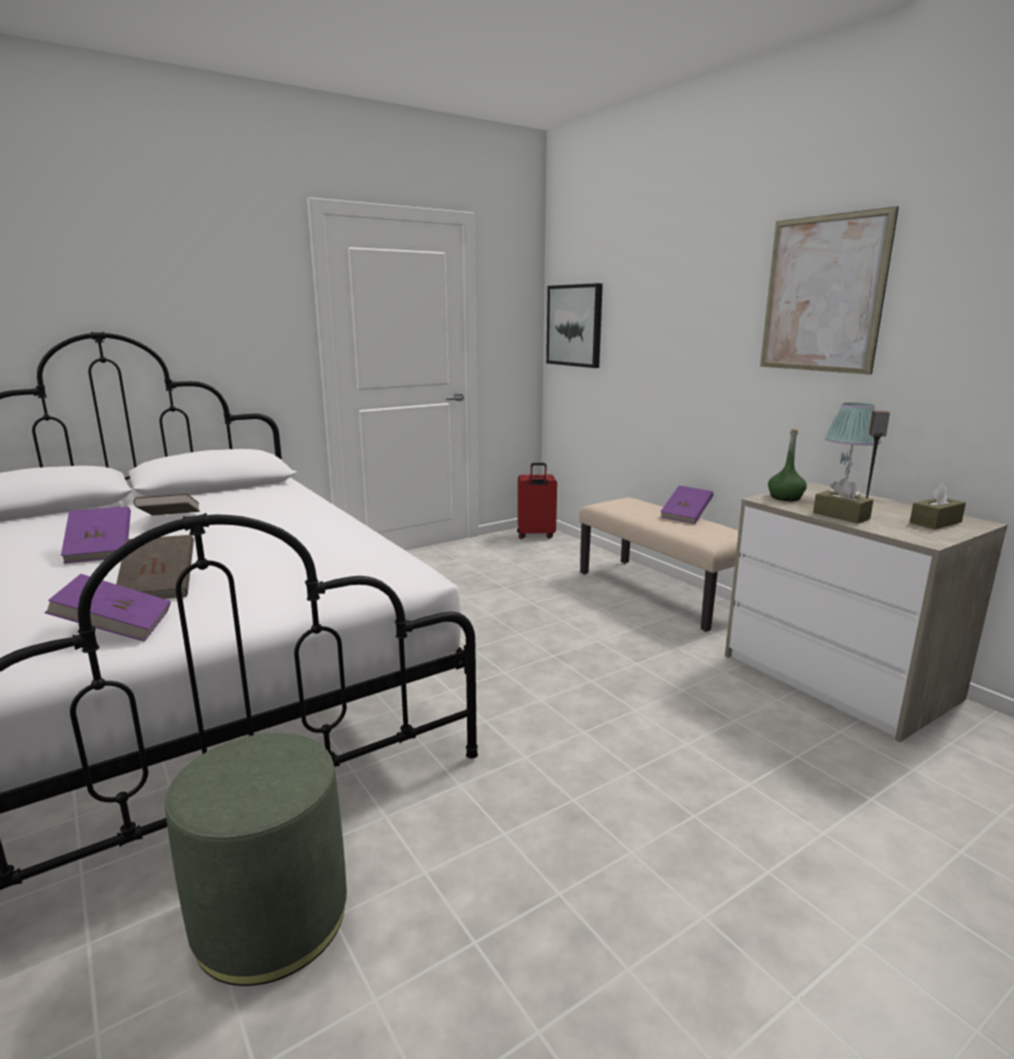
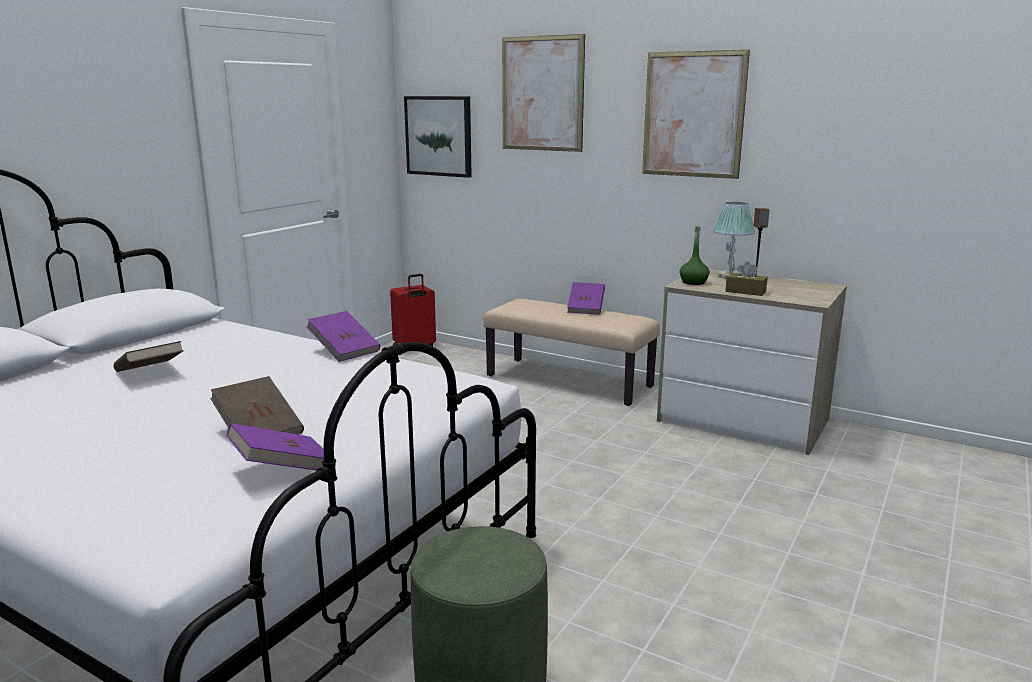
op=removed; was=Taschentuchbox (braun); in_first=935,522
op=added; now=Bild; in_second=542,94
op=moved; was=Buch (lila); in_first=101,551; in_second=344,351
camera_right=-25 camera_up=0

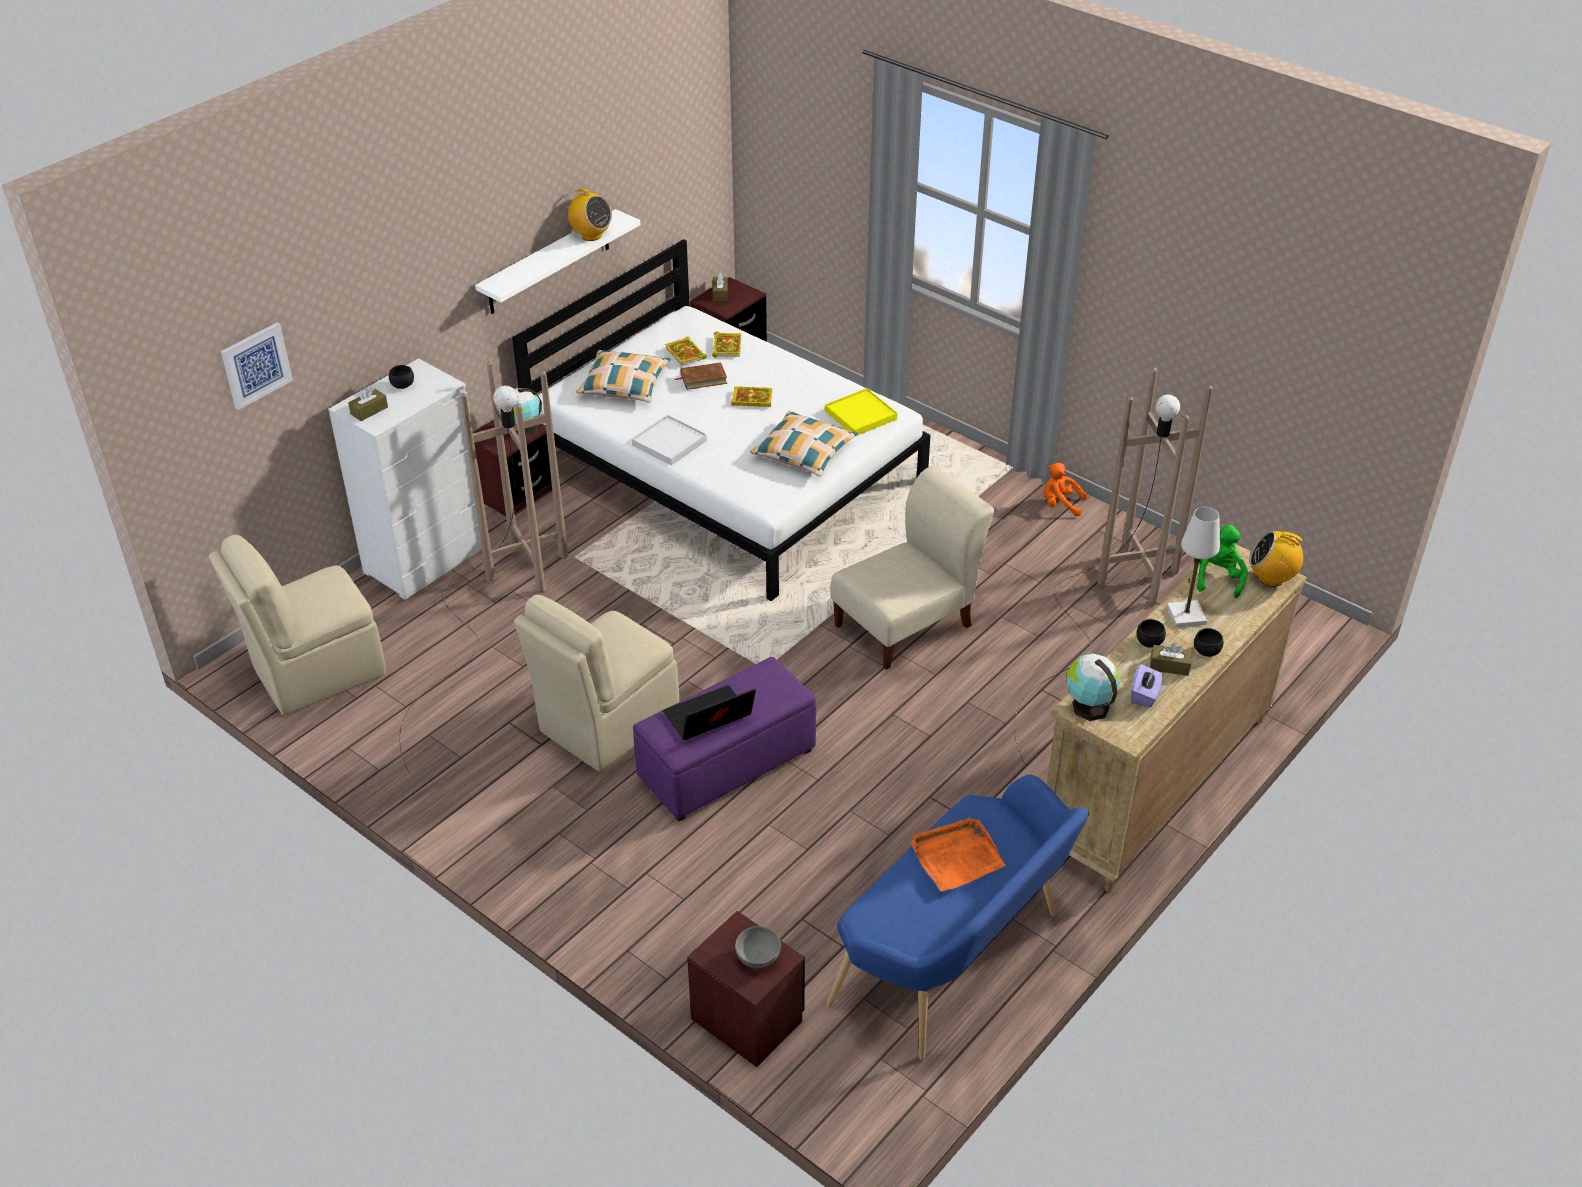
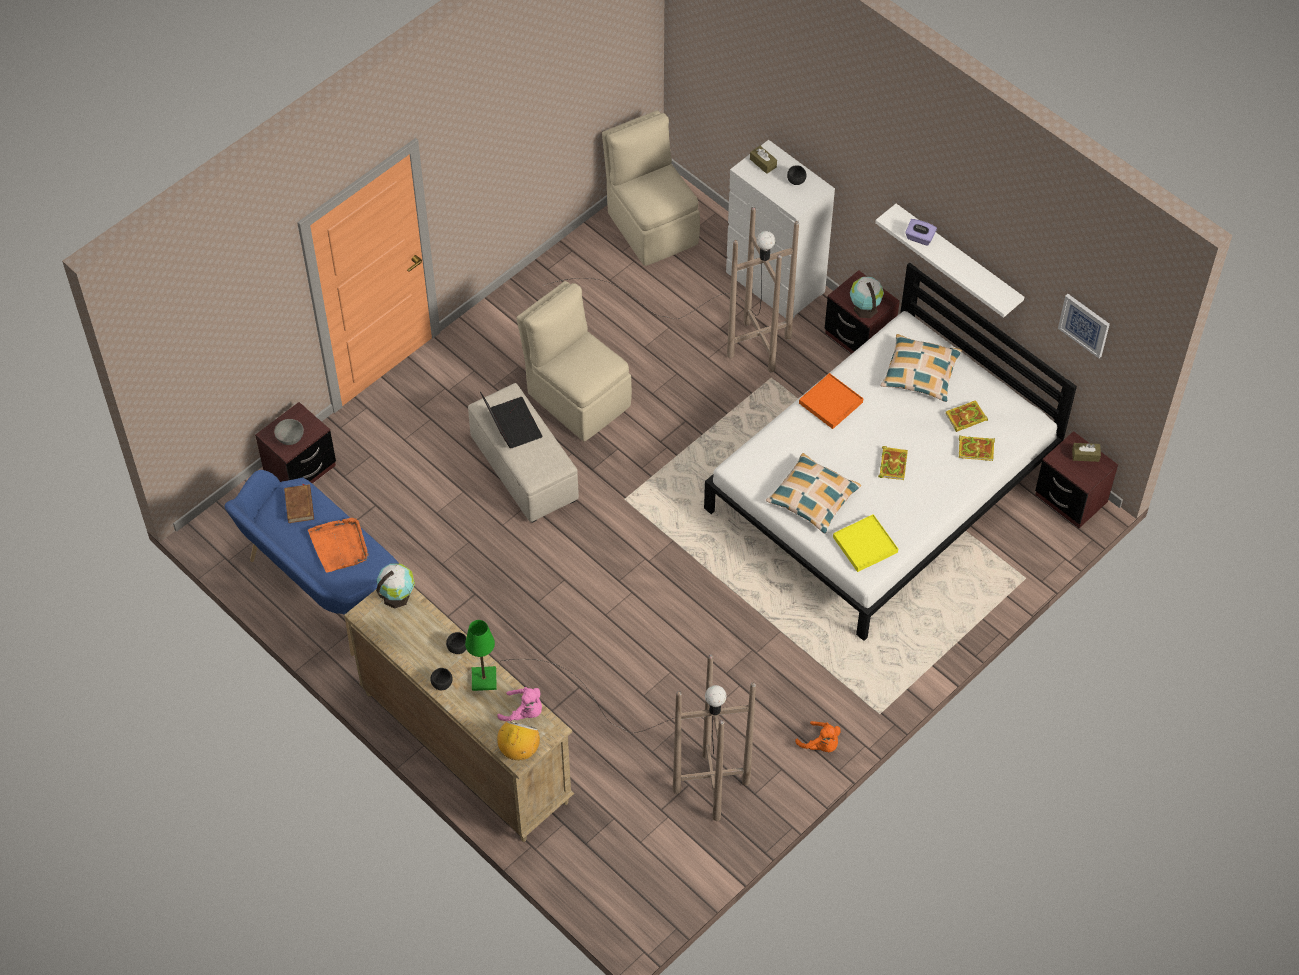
op=removed; was=Radio; in_first=591,235
op=removed; was=Stuhl (beige); in_first=907,623
op=removed; was=Taschentuchbox (braun); in_first=1169,666
op=moved; was=Bild; in_first=256,365; in_second=1084,325
op=moved; was=Buch (braun); in_first=703,378; in_second=299,505
op=moved; was=Taschentuchbox (lila); in_first=1144,695; in_second=919,238
op=recoloured; was=Tablett (weiß); now=Tablett (orange); in_first=669,443; in_second=830,403
op=recoloured; was=Polsterhocker (lila); now=Polsterhocker (beige); in_first=726,766; in_second=523,469
op=recoloured; was=Tischlampe (weiß); now=Tischlampe (grün); in_first=1186,615; in_second=484,679
op=recoloured; was=Plüschtier (grün); now=Plüschtier (rosa); in_first=1218,578; in_second=524,712
op=turned; was=Plüschtier (orange); in_first=1060,504; in_second=821,744; clockwise=105
camera_right=95 camera_up=15

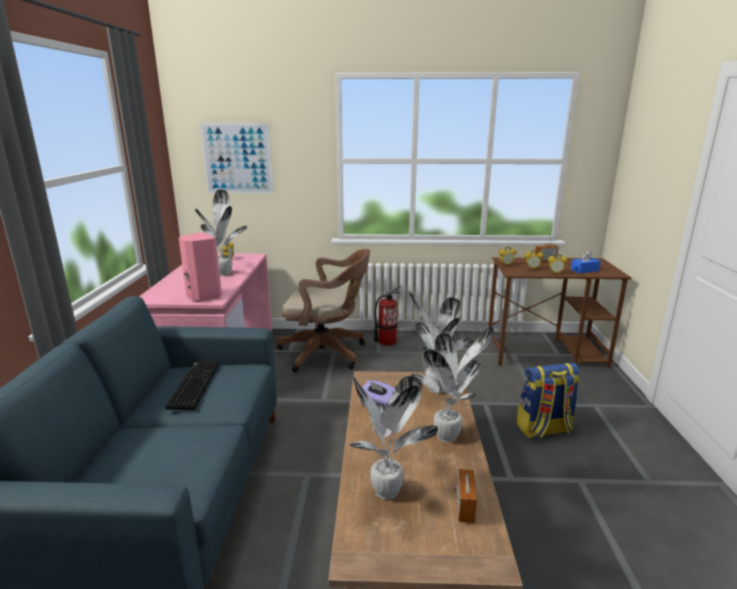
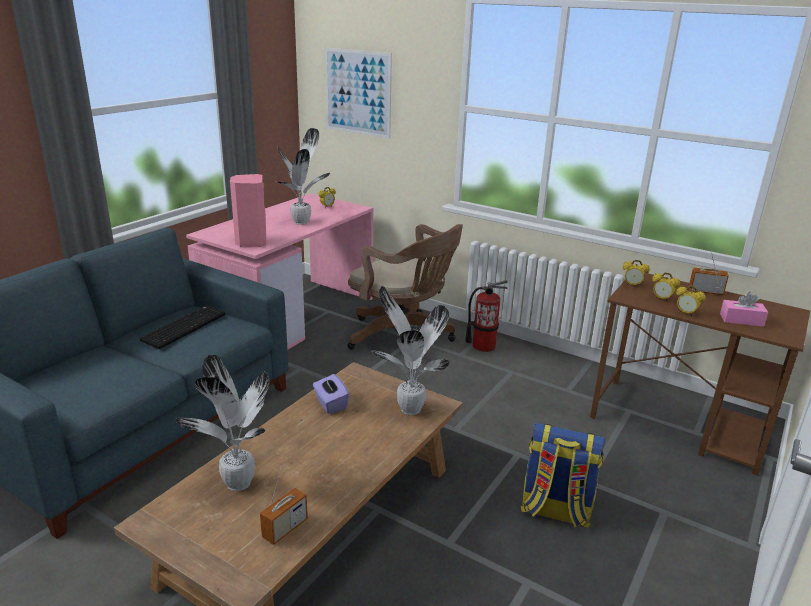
op=removed; was=Topfpflanze; in_first=449,437
op=recoloured; was=Taschentuchbox (blau); now=Taschentuchbox (rosa); in_first=584,270; in_second=741,320
camera_right=30 camera_up=5

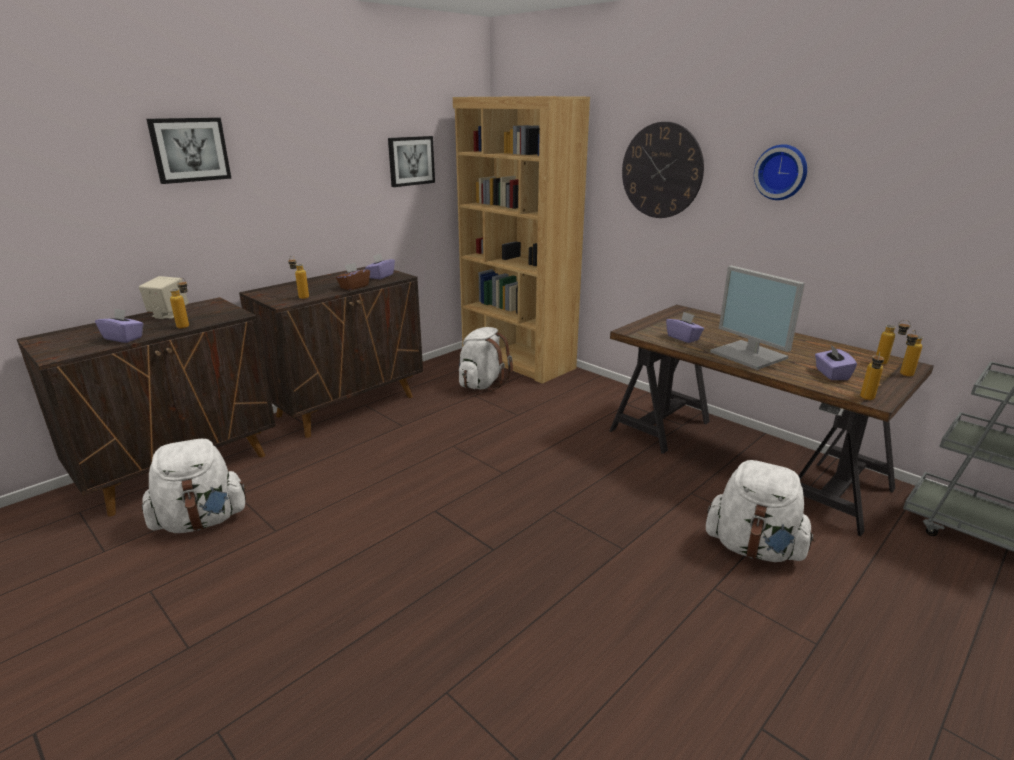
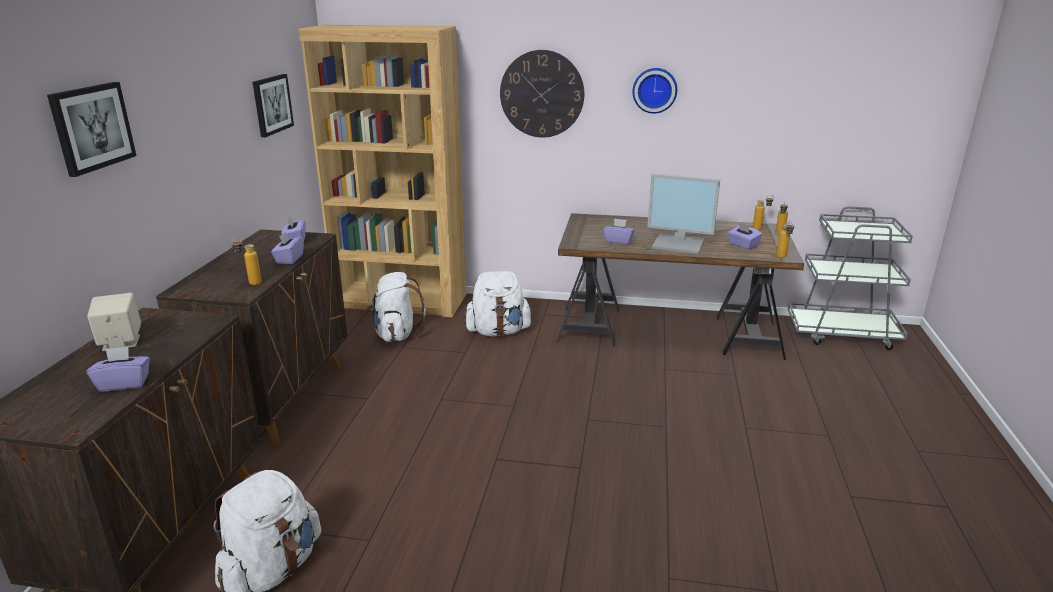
op=removed; was=Flasche; in_first=186,325
op=moved; was=Rucksack (weiß); in_first=753,548; in_second=498,331
op=recoloured; was=Taschentuchbox (braun); now=Taschentuchbox (lila); in_first=354,287; in_second=289,259
camera_right=-35 camera_up=0

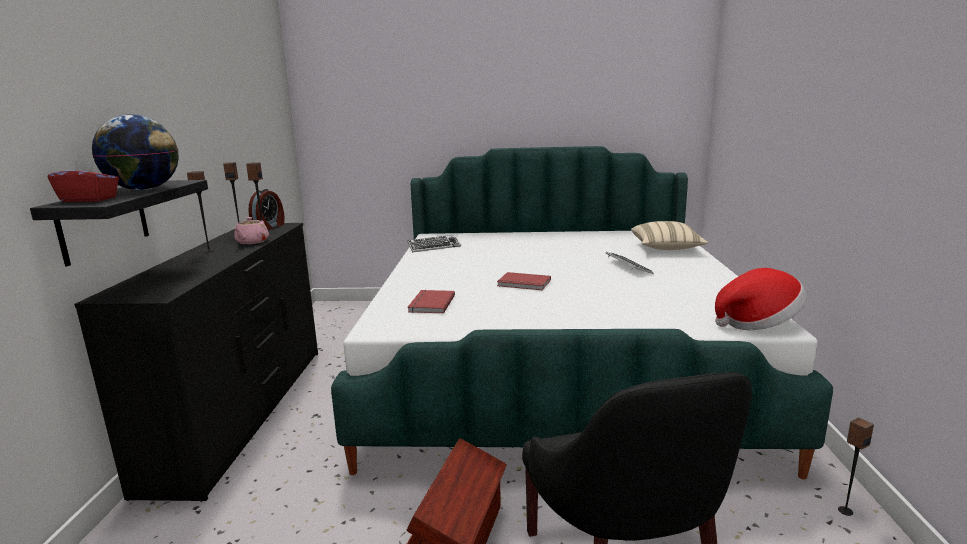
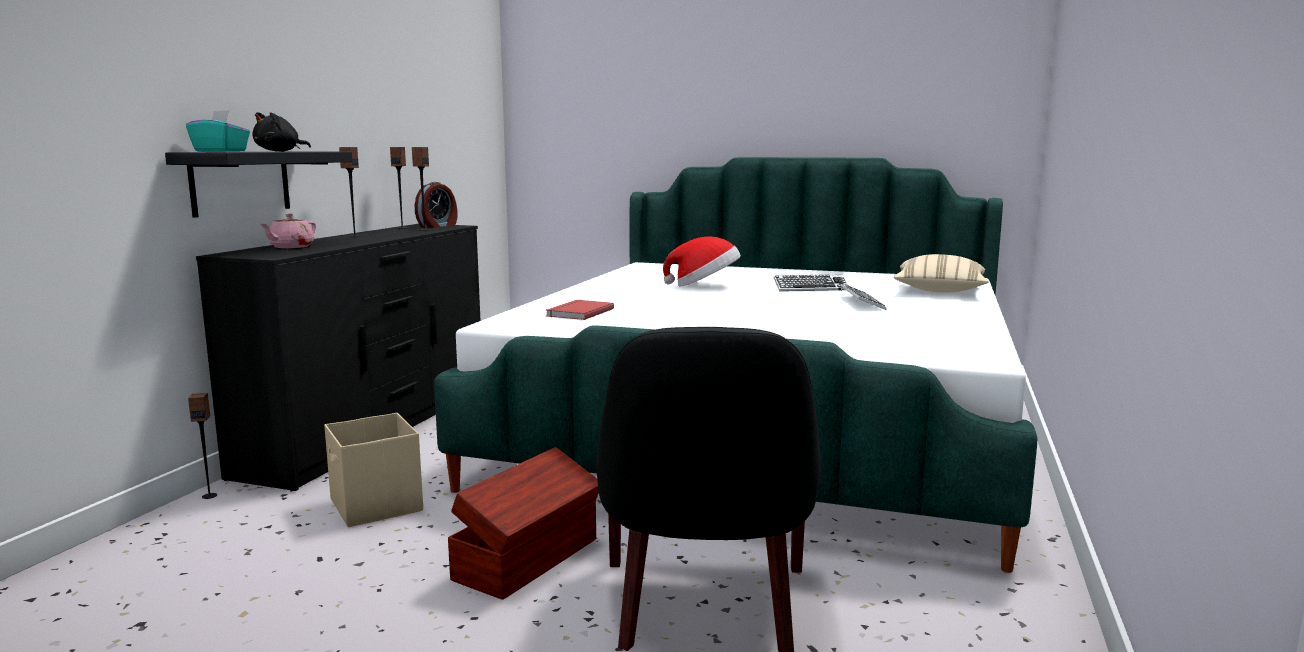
op=removed; was=Buch (rot); in_first=524,284
op=added; now=Aufbewahrungsbox (beige); in_second=376,506
op=moved; was=Teekanne (rosa); in_first=252,242; in_second=290,247
op=moved; was=Tastatur; in_first=434,247; in_second=811,288
op=moved; was=Hut; in_first=758,323; in_second=704,286
op=moved; was=Lautsprecher; in_first=845,511; in_second=209,496
op=replaced; was=Globus; now=Plüschtier (schwarz); in_first=144,189; in_second=280,151
op=recoloured; was=Taschentuchbox (rot); now=Taschentuchbox (türkis); in_first=89,199; in_second=221,151
camera_right=15 camera_up=-5

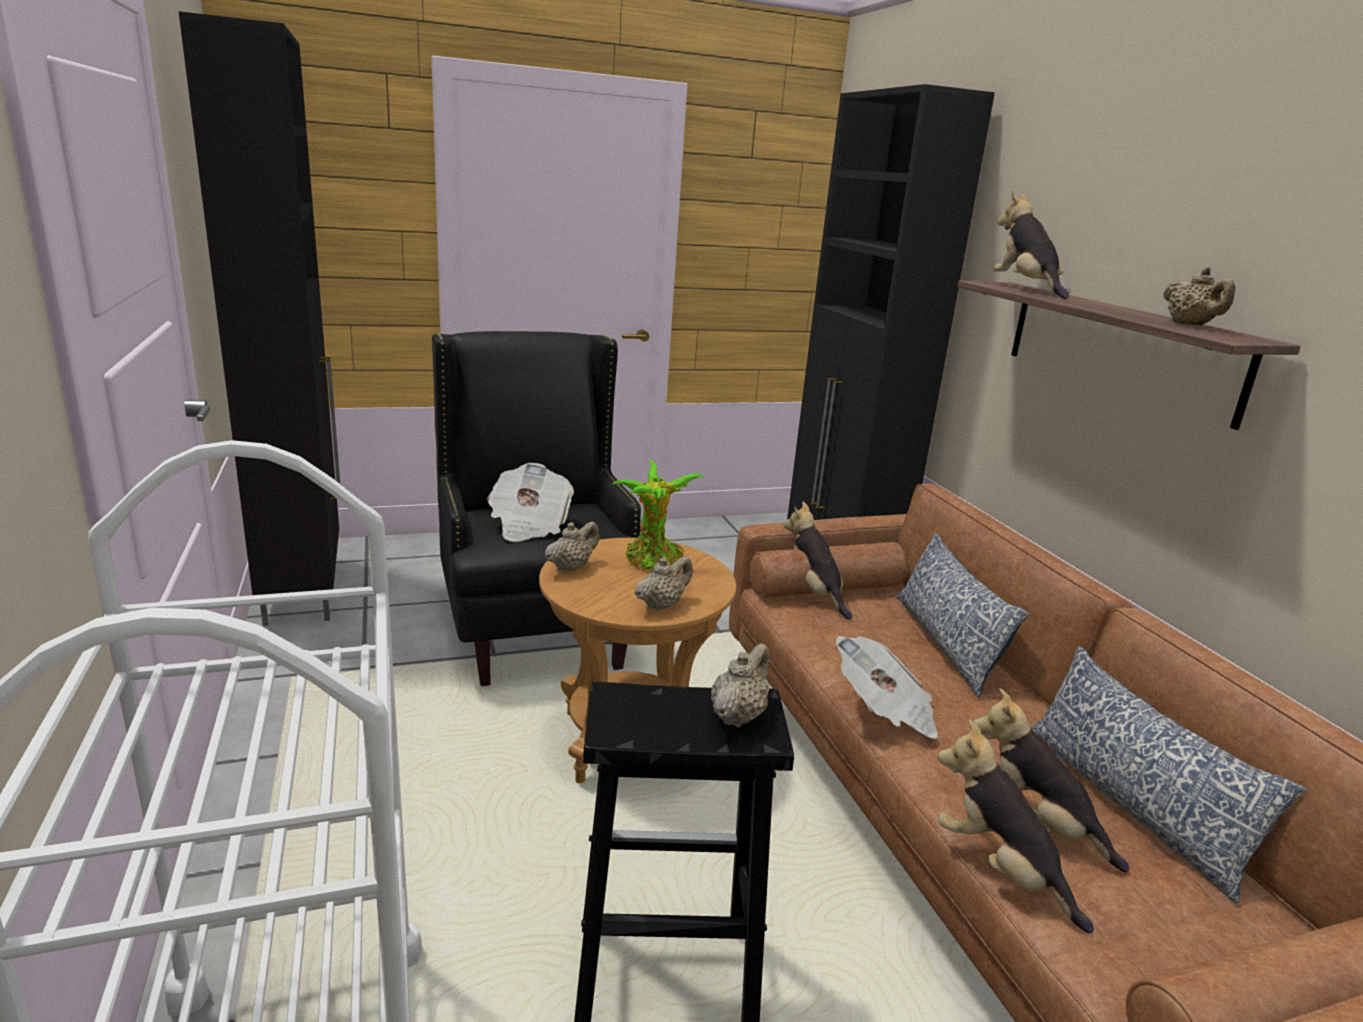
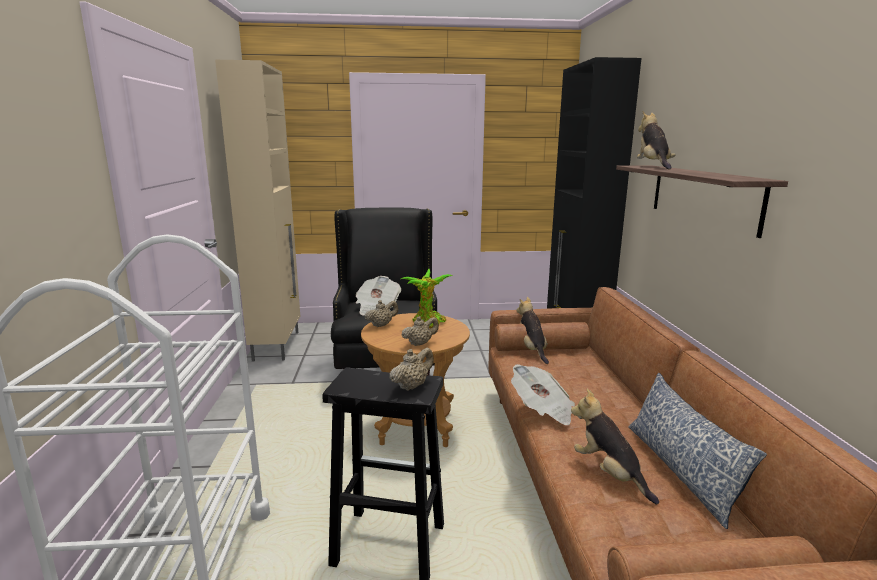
op=removed; was=Kissen; in_first=945,642
op=removed; was=Plüschtier; in_first=1000,869
op=removed; was=Teekanne (beige); in_first=1190,325
op=recoloured; was=Schrank (schwarz); now=Schrank (beige); in_first=303,588; in_second=277,345
camera_right=15 camera_up=-5

